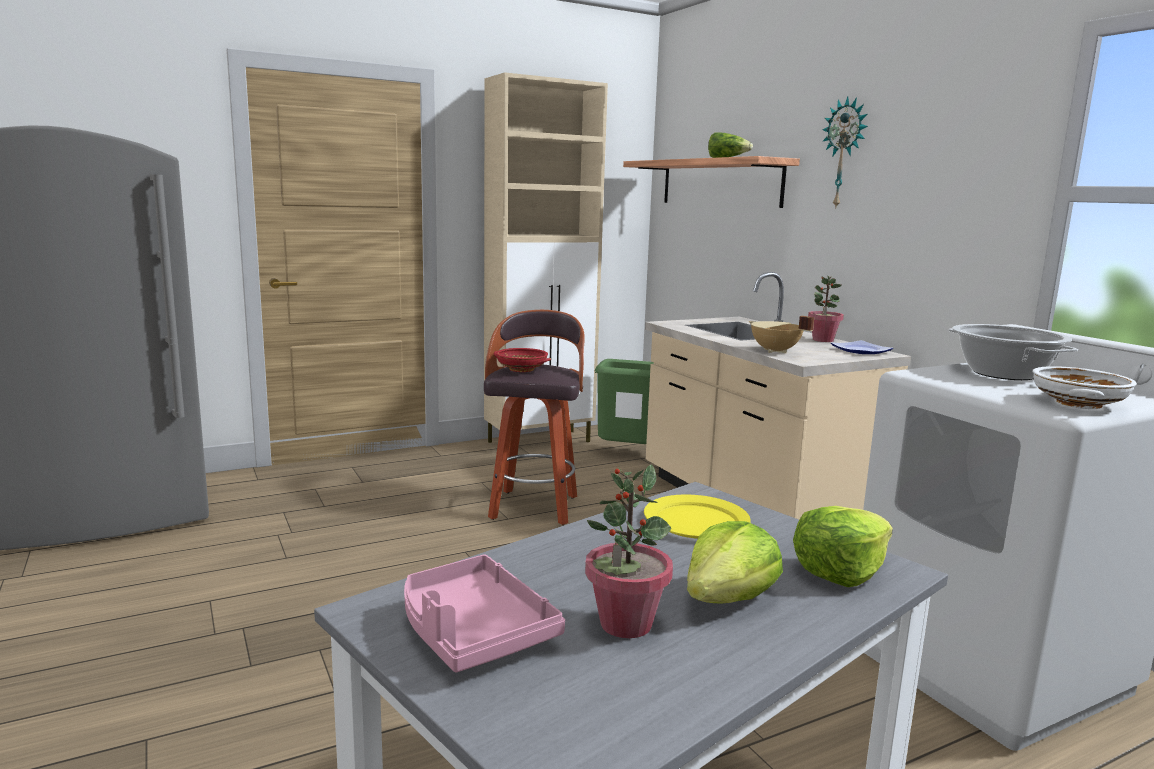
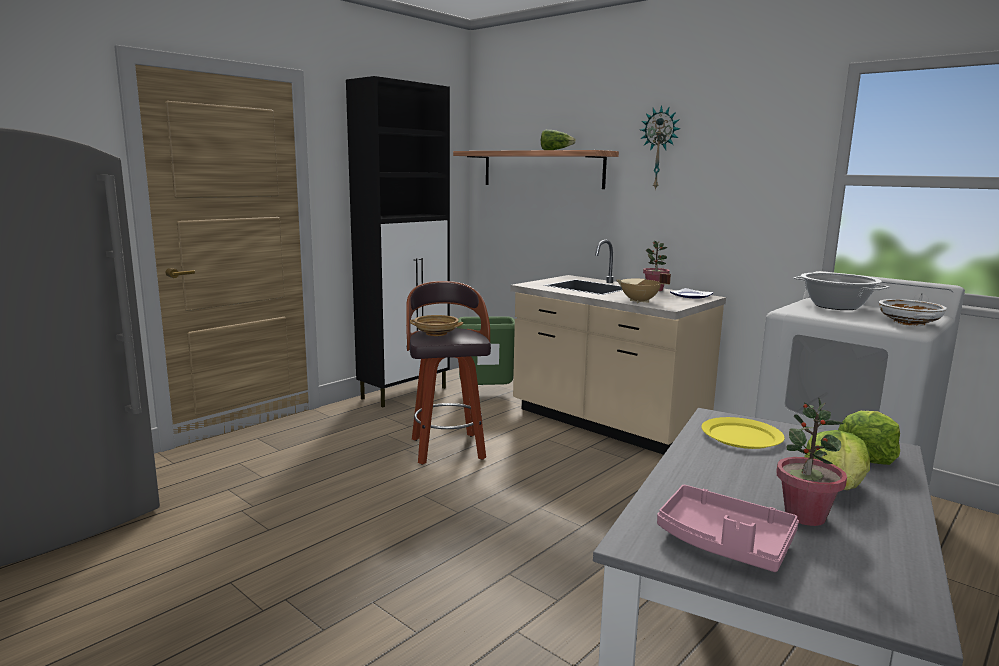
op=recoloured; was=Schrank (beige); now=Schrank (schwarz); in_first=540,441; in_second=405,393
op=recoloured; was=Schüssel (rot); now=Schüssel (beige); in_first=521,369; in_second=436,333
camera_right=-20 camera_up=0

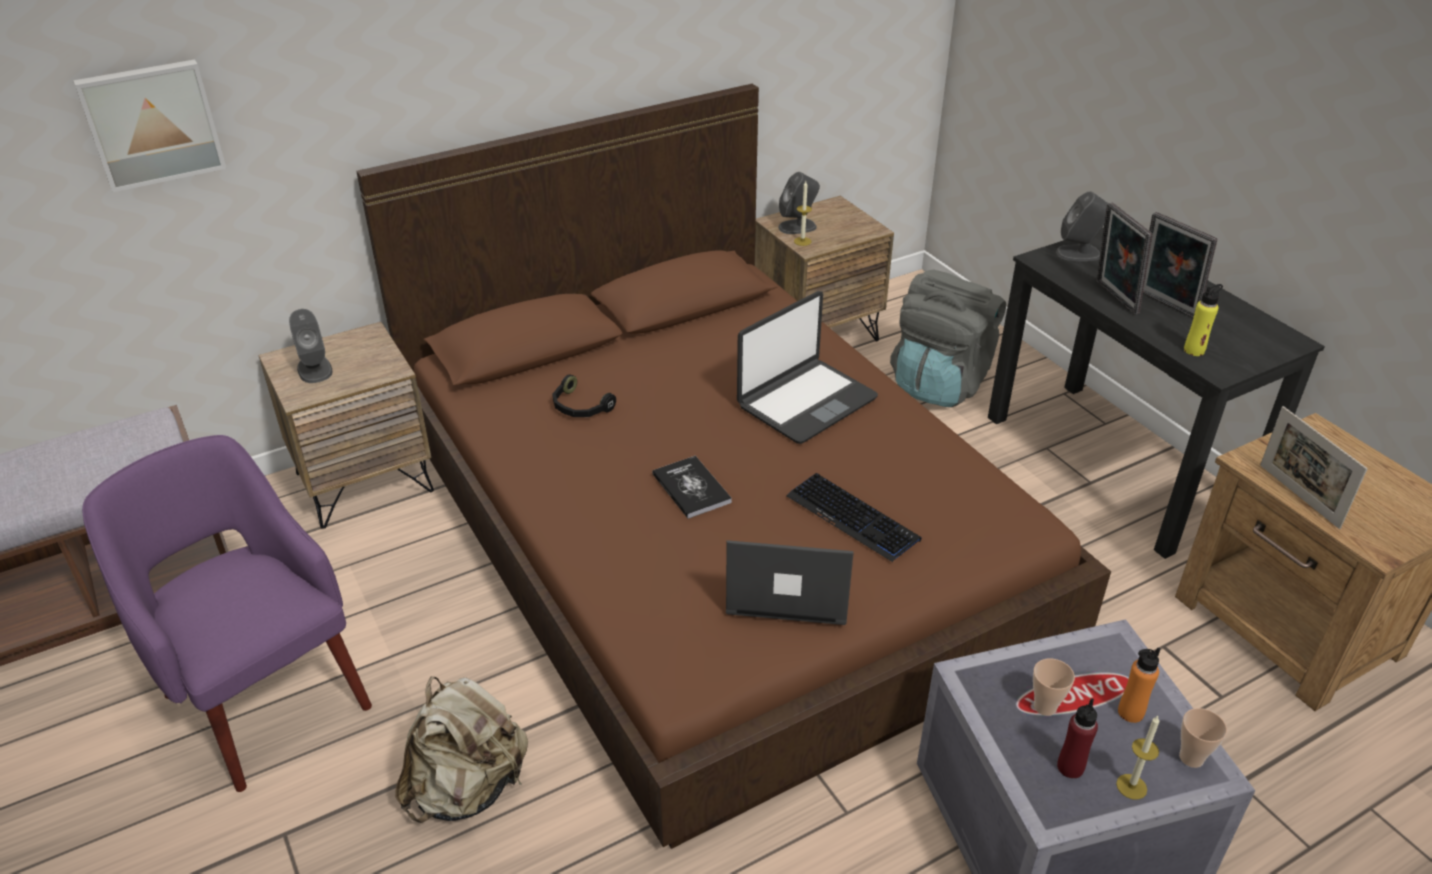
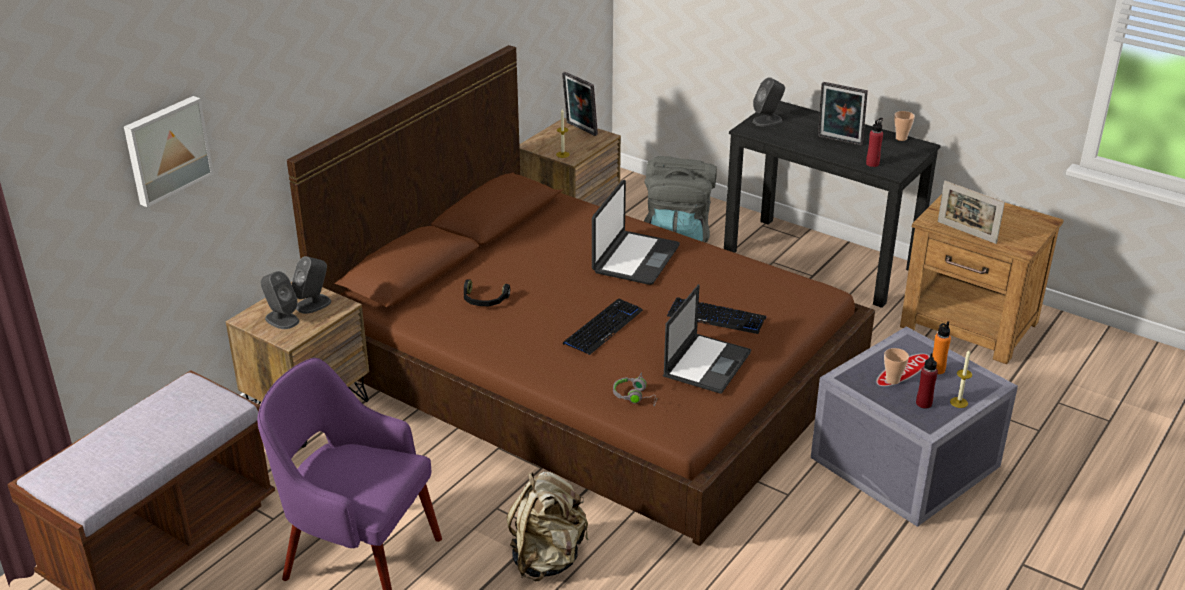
op=added; now=Kopfhörer (grau); in_second=635,396
op=moved; was=Lautsprecher (grau); in_first=798,227; in_second=314,304
op=moved; was=Bilderrahmen; in_first=1113,298; in_second=580,129
op=moved; was=Tasse; in_first=1191,758; in_second=901,138
op=replaced; was=Buch; now=Tastatur; in_first=691,488; in_second=603,327
op=recoloured; was=Flasche (gelb); now=Flasche (rot); in_first=1194,350; in_second=872,163
op=turned; was=Laptop; in_first=787,586; in_second=707,363; clockwise=135
camera_right=-25 camera_up=-5

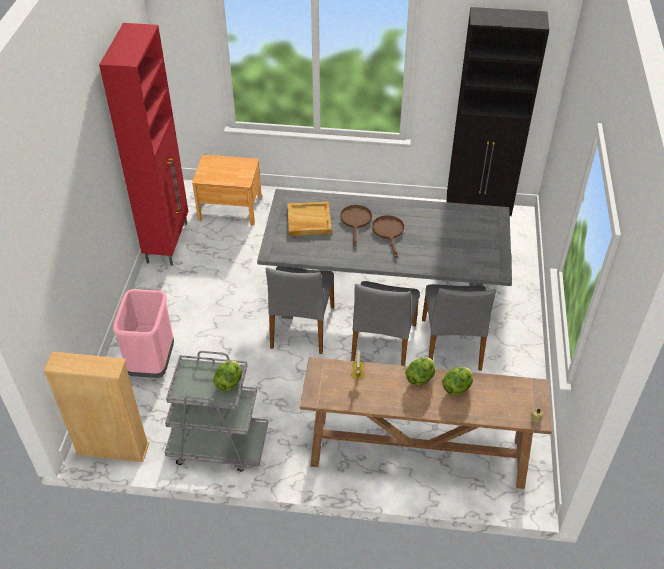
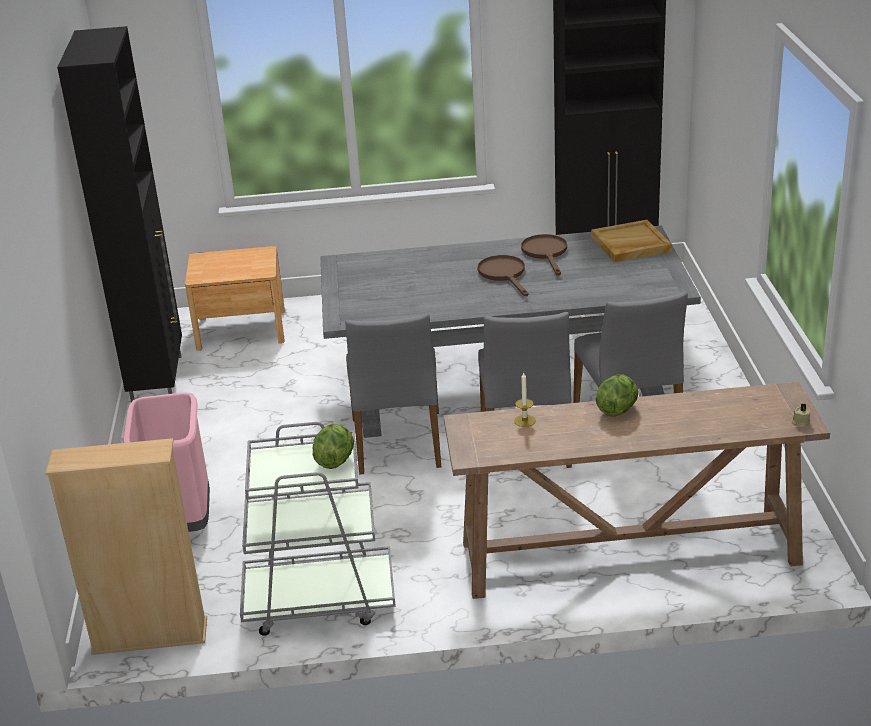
op=removed; was=Salatkopf; in_first=457,387
op=moved; was=Tablett (beige); in_first=308,220; in_second=630,244
op=moved; was=Pfanne (braun); in_first=356,221; in_second=546,253
op=recoloured; was=Schrank (rot); now=Schrank (schwarz); in_first=168,242; in_second=158,381
camera_right=-10 camera_up=-15

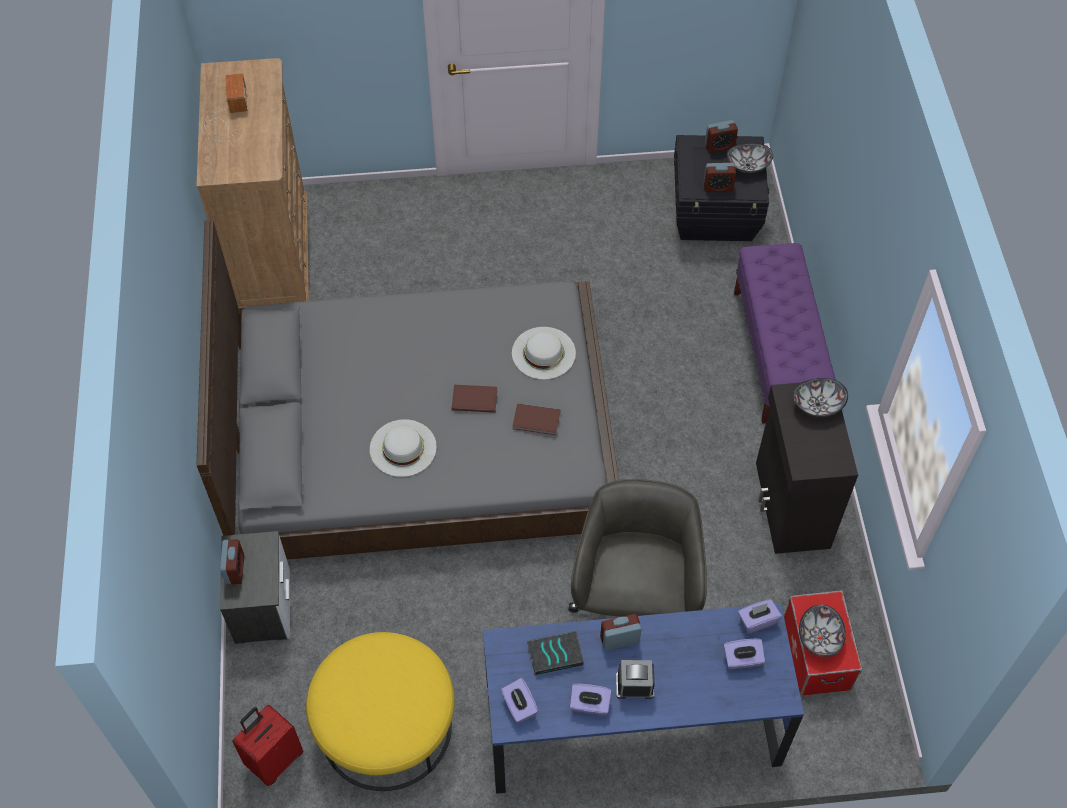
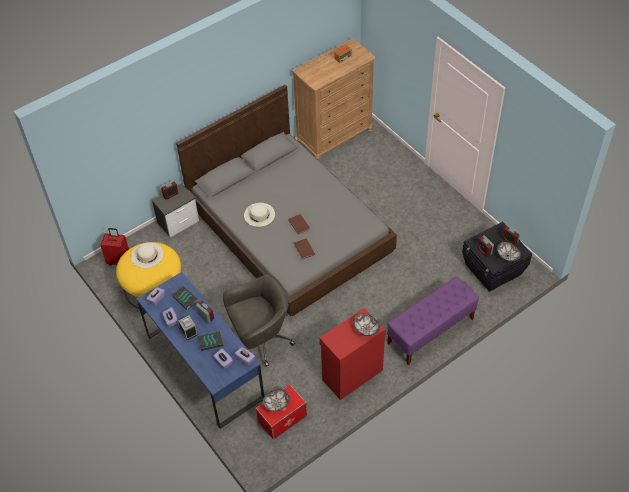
op=added; now=Buch; in_second=210,341
op=moved; was=Hut (weiß); in_first=543,353; in_second=147,255
op=recoloured; was=Schrank (schwarz); now=Schrank (rot); in_first=790,506; in_second=351,374
camera_right=60 camera_up=-5

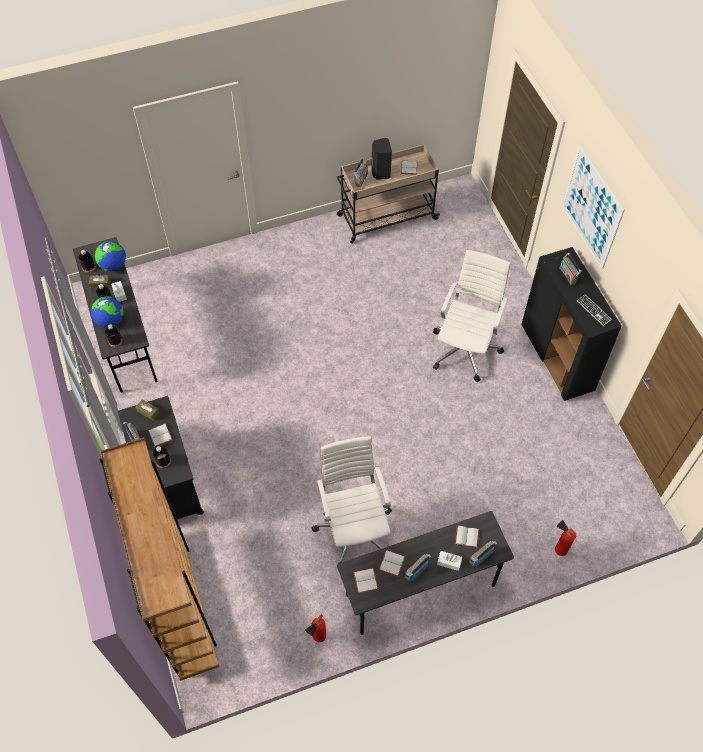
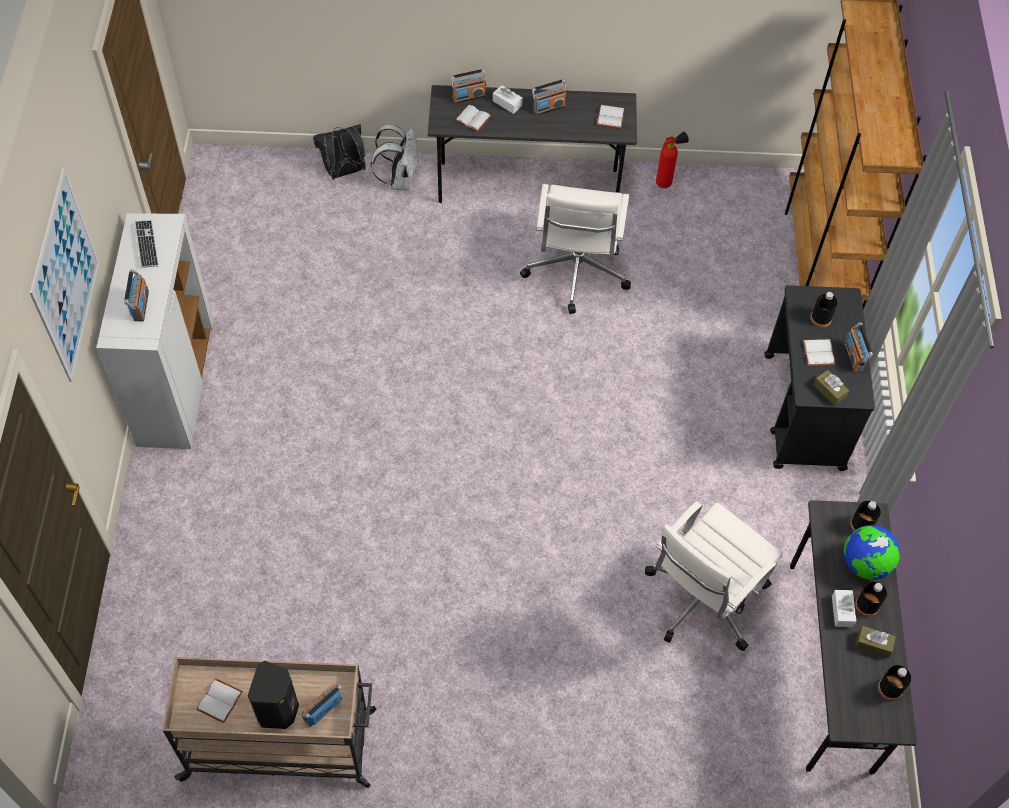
op=removed; was=Globus; in_first=113,265
op=removed; was=Buch (weiß); in_first=392,564
op=added; now=Rucksack (weiß); in_second=399,179
op=moved; was=Bürostuhl (weiß); in_first=466,348; in_second=702,599
op=replaced; was=Feuerlöscher; now=Rucksack (schwarz); in_first=558,548; in_second=344,172
op=recoloured; was=Schrank (schwarz); now=Schrank (weiß); in_first=557,358; in_second=176,383
camera_right=-160 camera_up=0

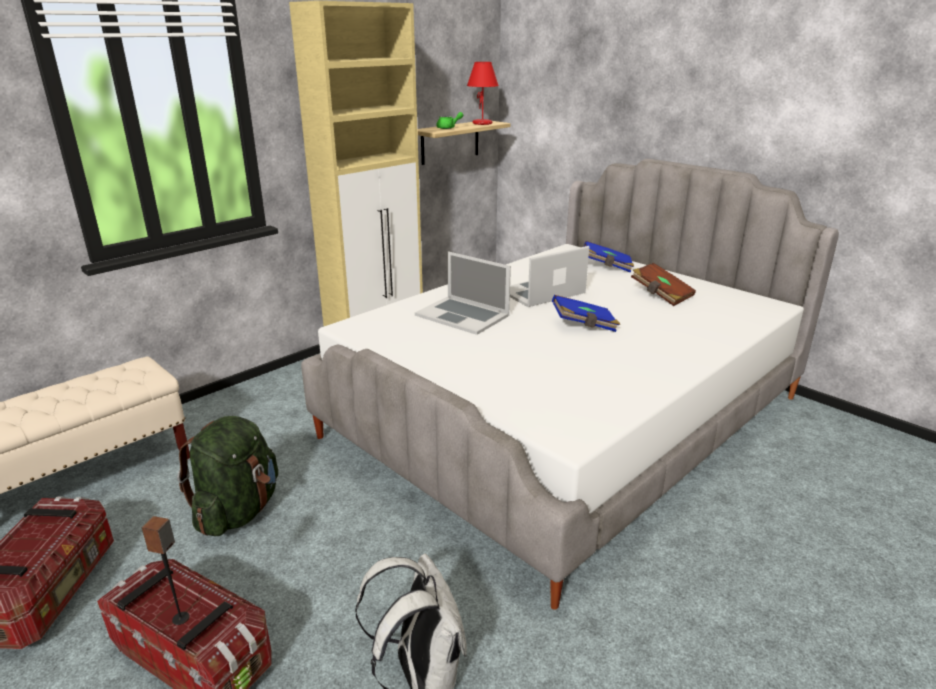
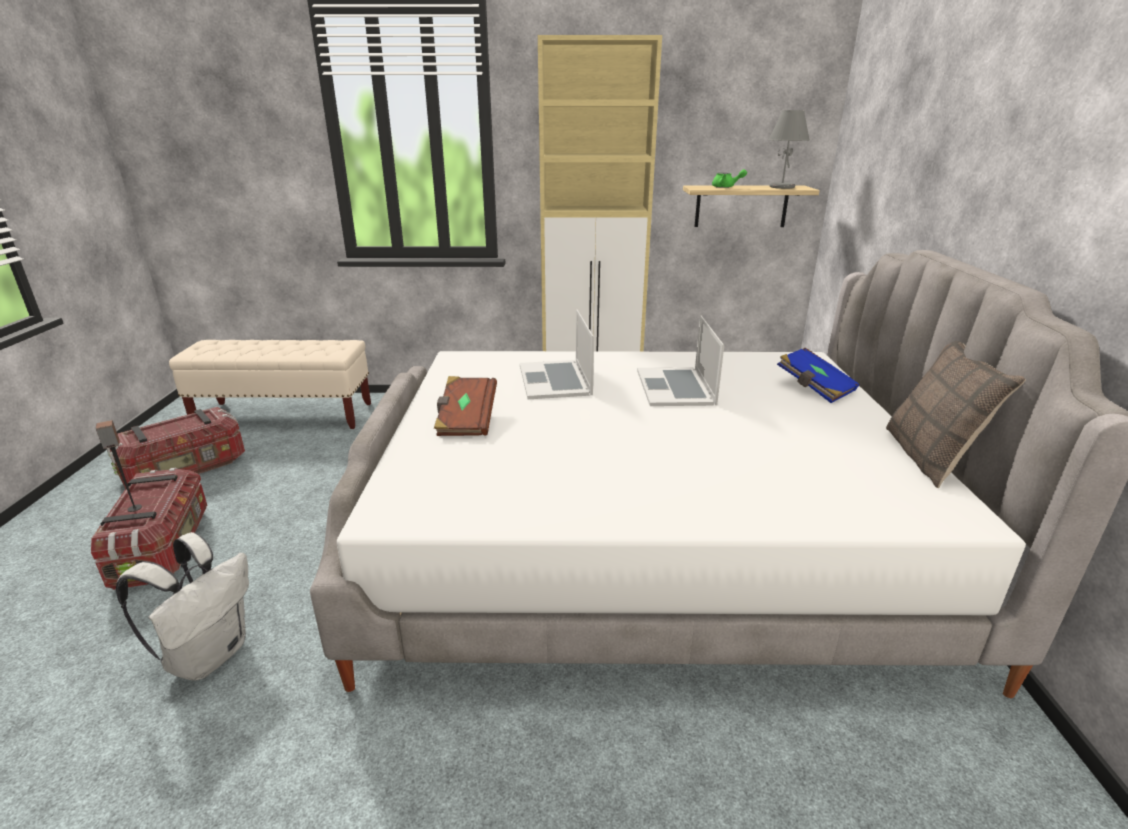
op=removed; was=Rucksack (grün); in_first=238,511
op=removed; was=Buch (blau); in_first=584,325
op=added; now=Kissen; in_second=929,457
op=moved; was=Buch (braun); in_first=661,295; in_second=466,420
op=recoloured; was=Tischlampe (rot); now=Tischlampe (grau); in_first=482,123; in_second=782,187
op=turned; was=Laptop; in_first=542,292; in_second=675,387; clockwise=-105
camera_right=45 camera_up=0

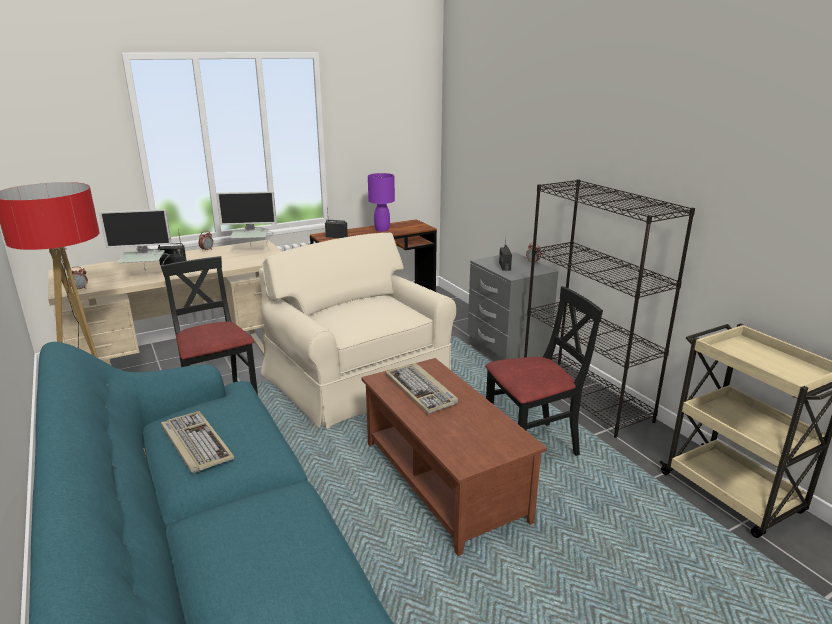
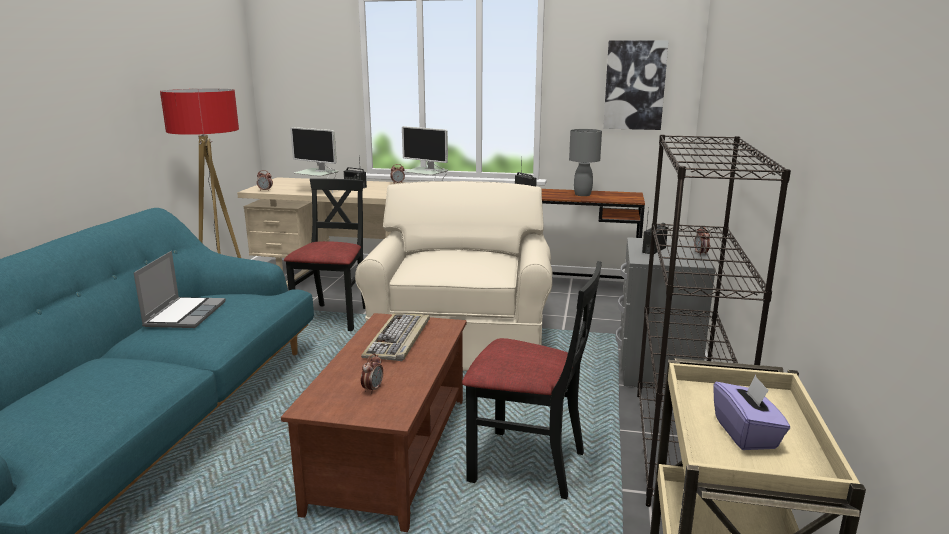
op=added; now=Wecker; in_second=372,389
op=added; now=Bild; in_second=634,85
op=added; now=Taschentuchbox (lila); in_second=746,433
op=replaced; was=Tastatur; now=Laptop; in_first=195,443; in_second=185,314
op=recoloured; was=Tischlampe (lila); now=Tischlampe (grau); in_first=382,229; in_second=583,194
camera_right=40 camera_up=-5

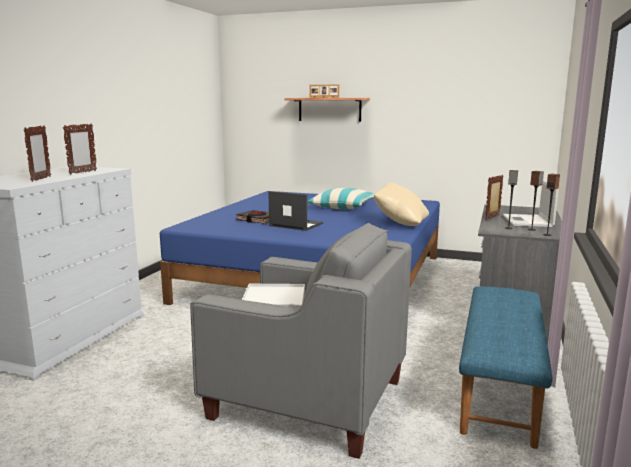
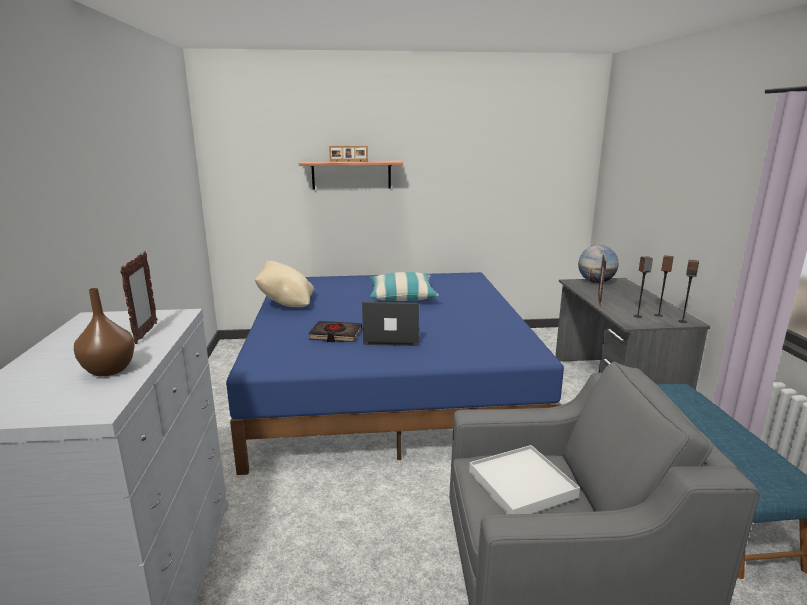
op=removed; was=Laptop; in_first=528,221
op=added; now=Globus; in_second=596,282
op=moved; was=Kissen (beige); in_first=400,223; in_second=286,304
op=replaced; was=Bilderrahmen; now=Vase (braun); in_first=41,179; in_second=108,370
camera_right=-25 camera_up=5

